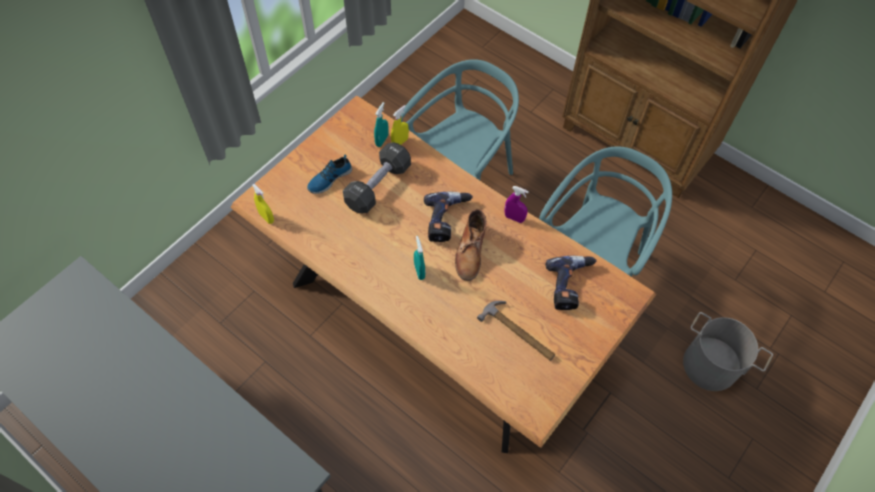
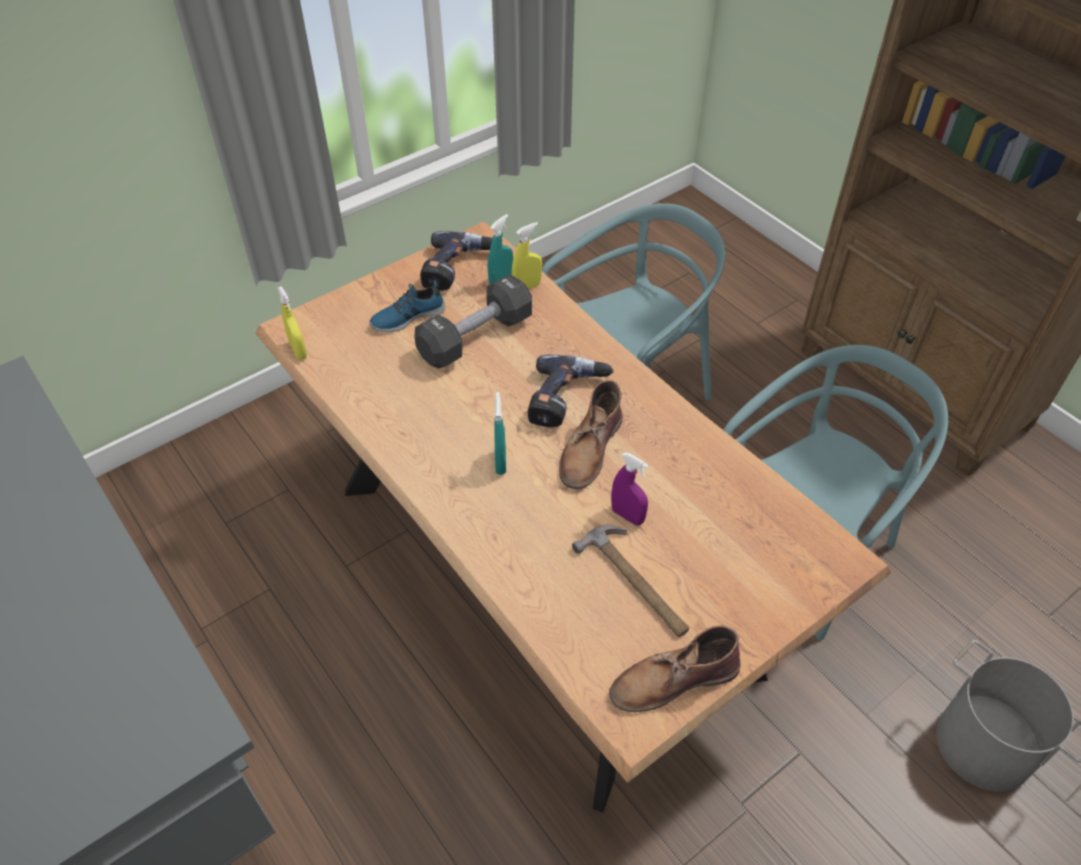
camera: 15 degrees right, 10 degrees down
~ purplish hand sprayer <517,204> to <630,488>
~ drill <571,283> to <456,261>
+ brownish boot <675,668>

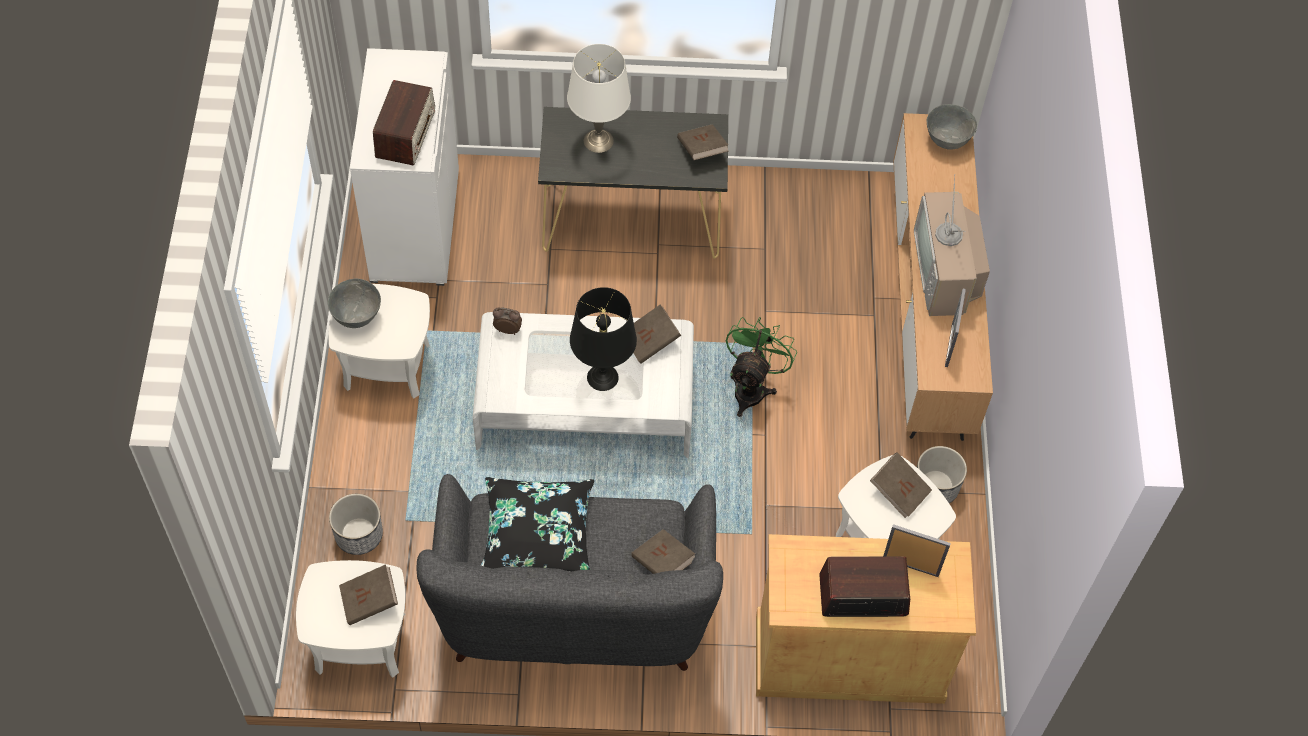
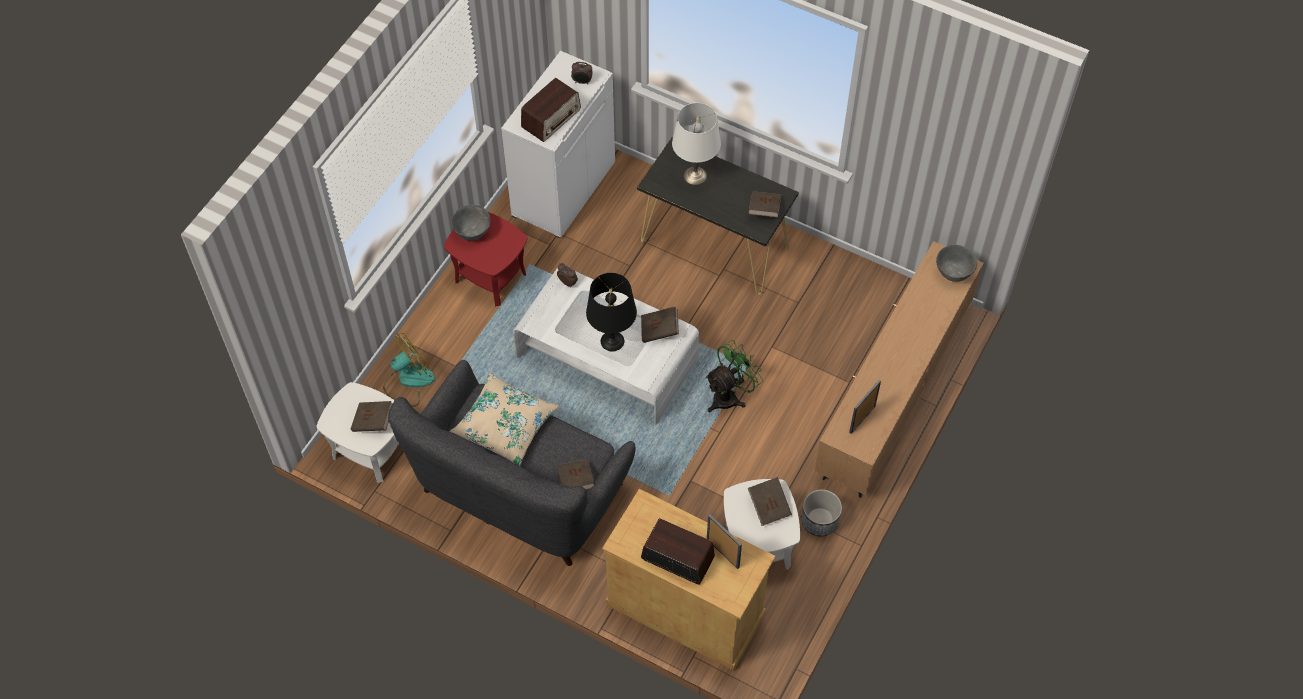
camera: 30 degrees right, 0 degrees up
- television <952,245>
~ white end table <379,341> to red-coloured end table <485,259>
~ blackish cushion <537,524> to beige cushion <504,419>
~ planter <356,524> to fan <409,369>
+ table clock <581,73>

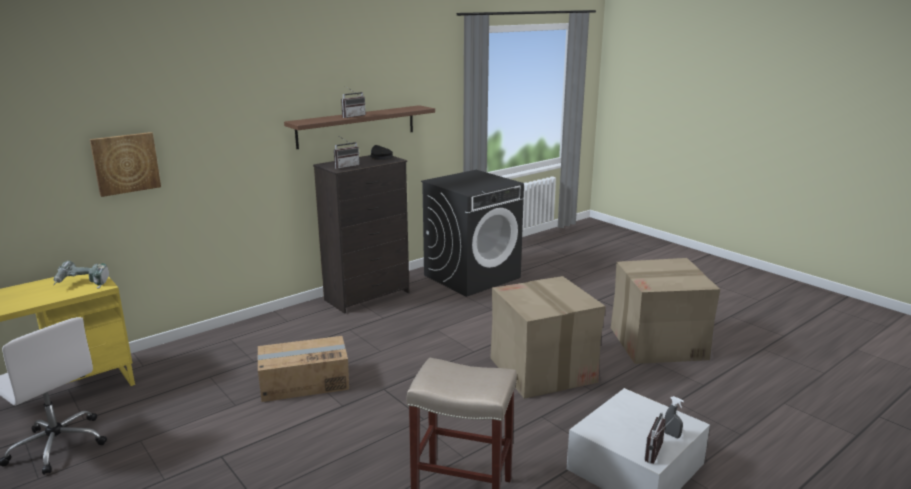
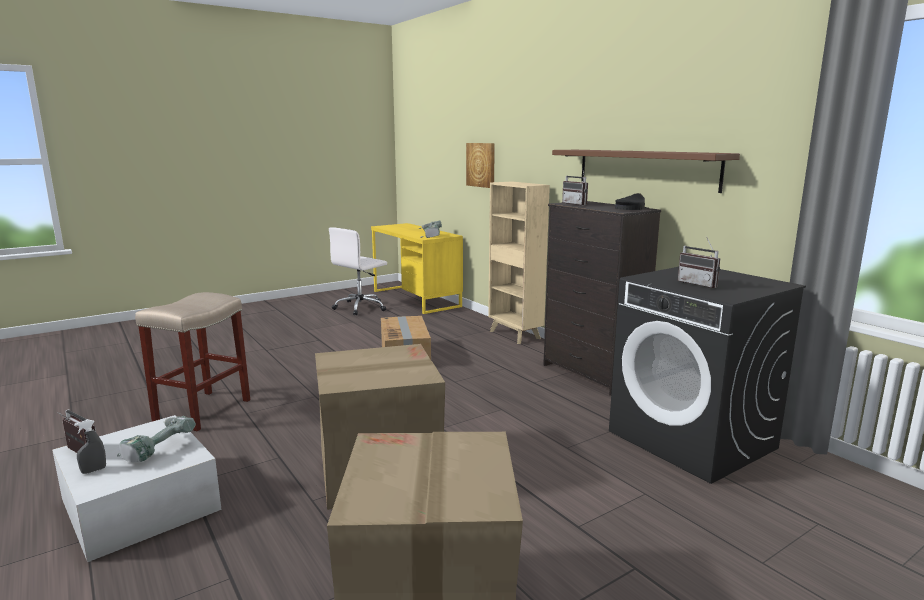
camera: 95 degrees right, 5 degrees down
~ radio <353,102> to <698,262>
+ beige bookshelf <519,262>
+ drill <156,439>

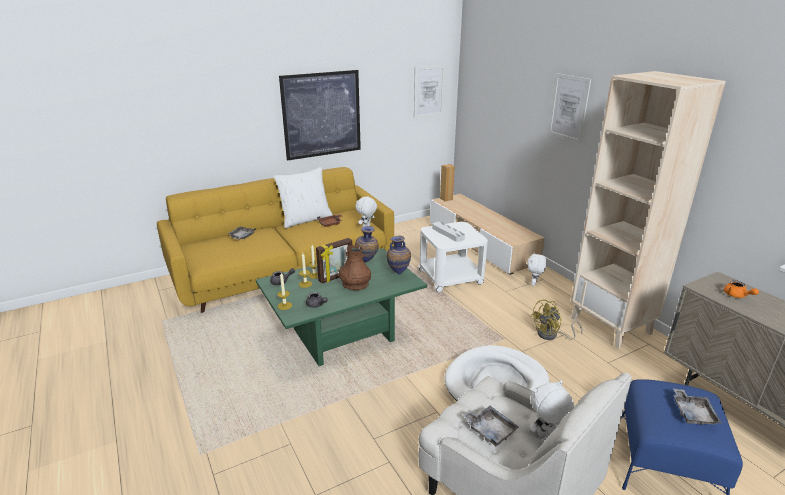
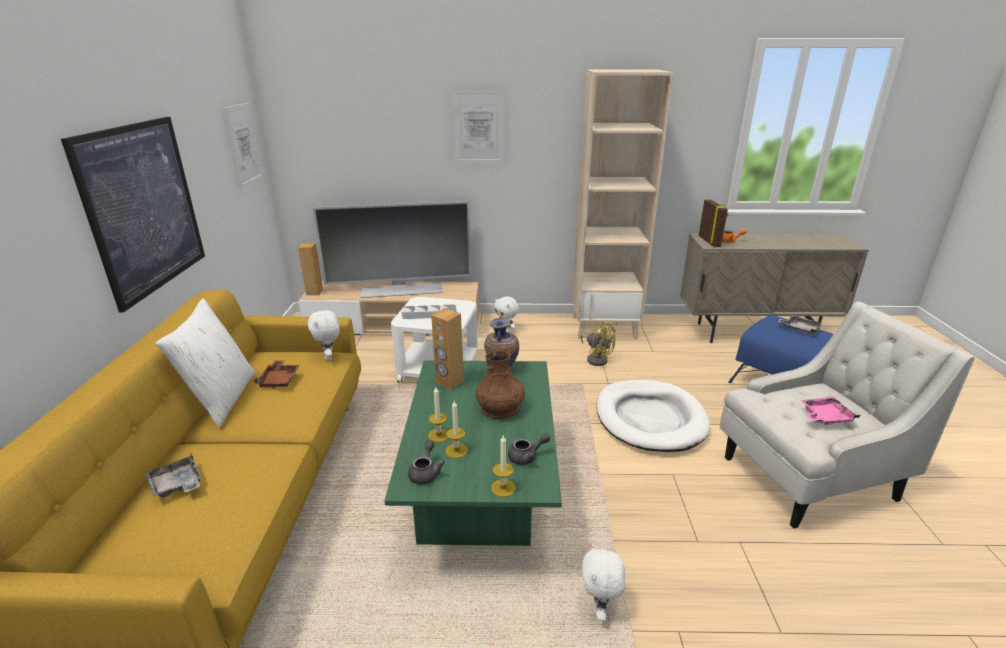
camera: 60 degrees left, 0 degrees up
~ decorative vase <367,244> to brownish loudspeaker <447,349>
~ picture frame <334,261> to <713,223>
~ yellowish fan <556,319> = <598,344> 45 degrees counterclockwise
~ white cuddly toy <552,408> to <603,582>
~ grey carrying tray <490,426> to pink-coloured carrying tray <830,411>
+ television <391,249>

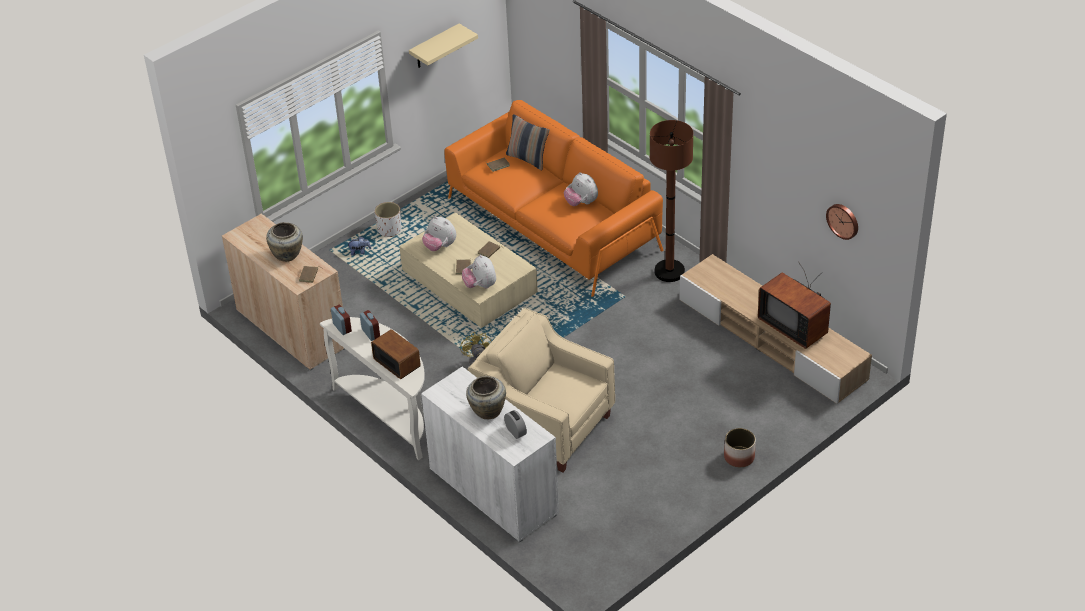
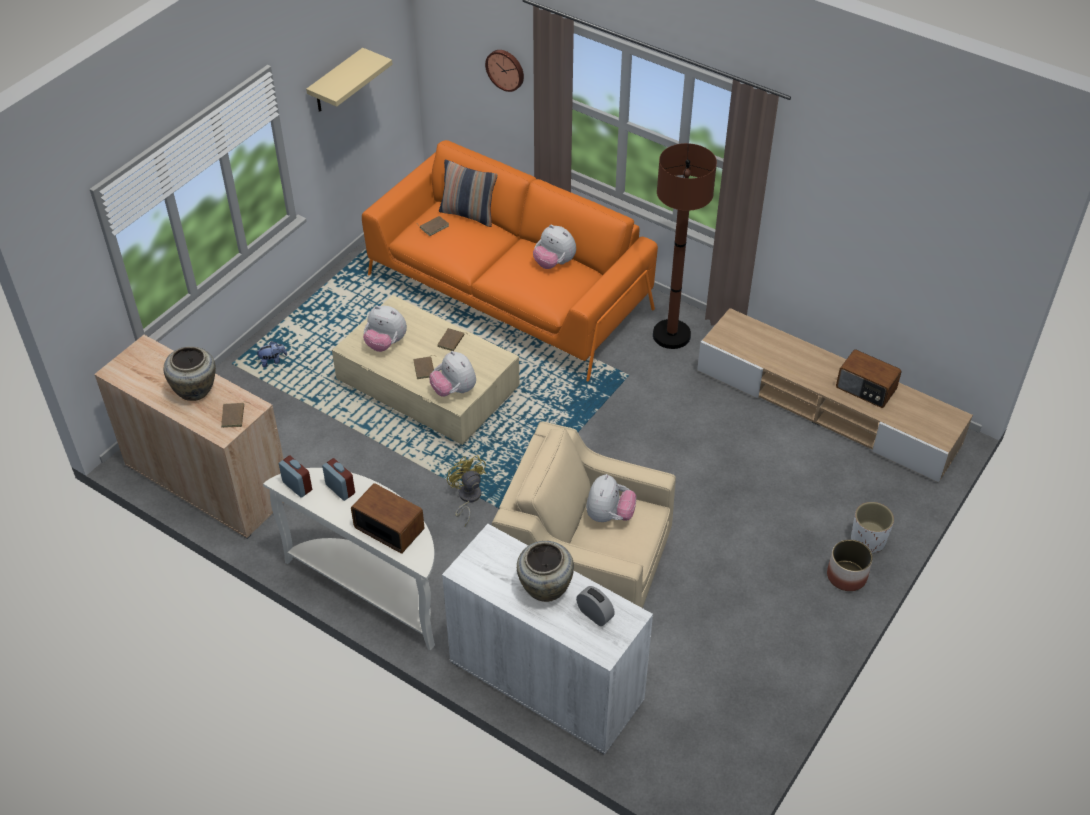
camera: 15 degrees left, 5 degrees up
~ white planter <388,219> to <872,527>
~ clock on the wall <842,222> to <504,71>
~ television <794,306> to radio <869,378>
+ cuddly toy <611,498>

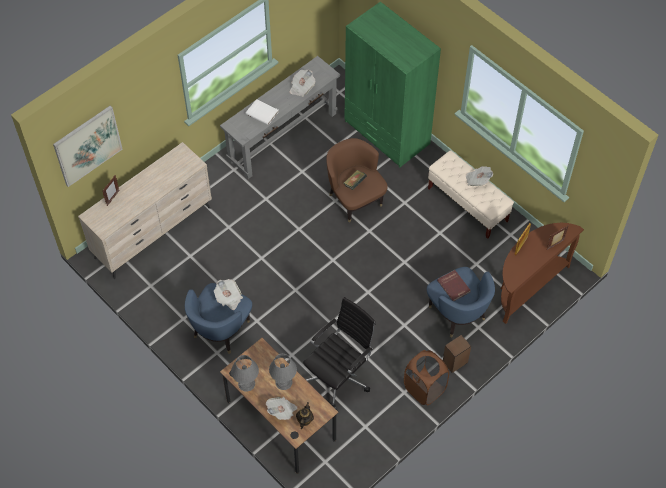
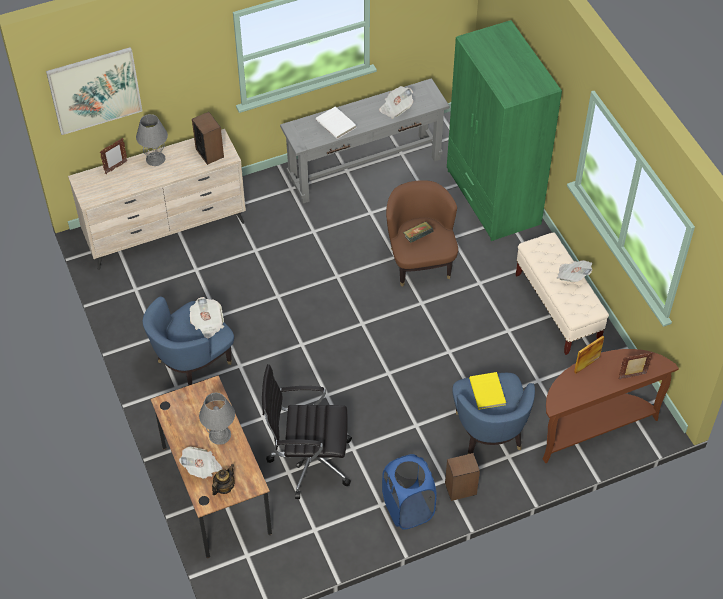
camera: 20 degrees right, 5 degrees down
~ red-coloured book <454,285> to yellowish book <487,391>
~ blackish desk chair <339,353> = <307,431> 150 degrees counterclockwise
~ brownish washing basket <426,377> to blue-coloured washing basket <409,492>
~ grey lamp for a table <245,373> to <152,140>
+ loudspeaker <208,138>

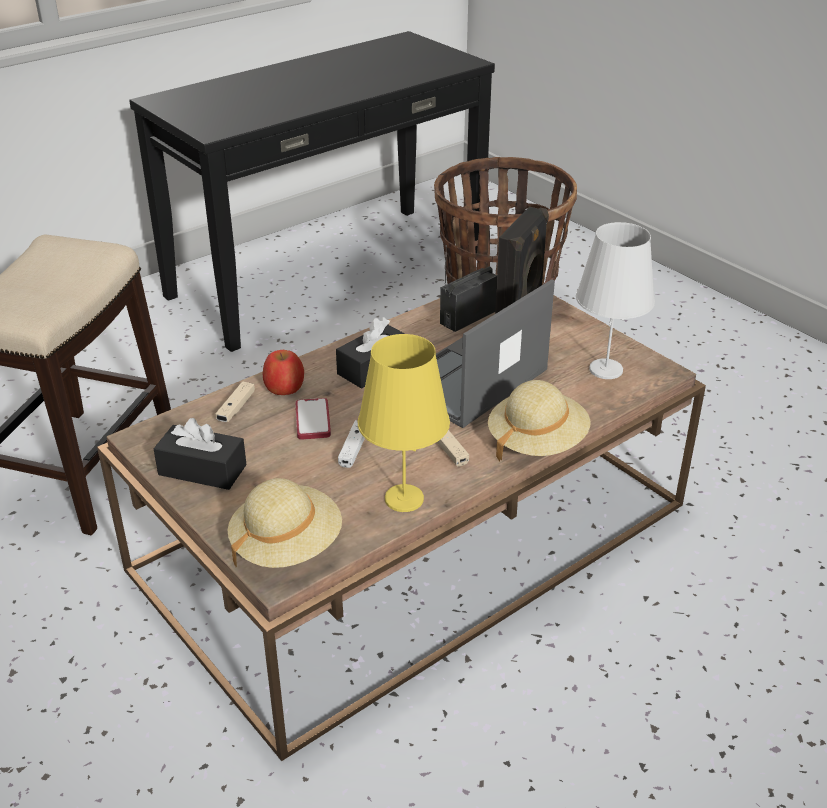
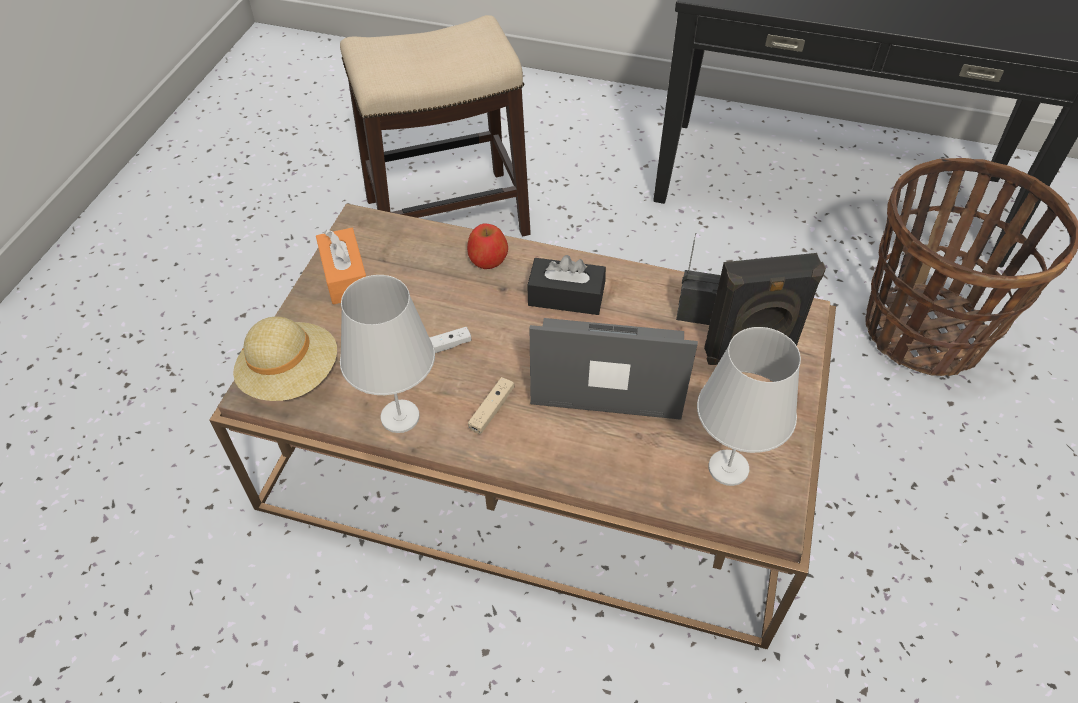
camera: 55 degrees right, 15 degrees up
~ yellowish lamp for a table <403,423> to white lamp for a table <387,354>
- beige wearable hat <539,420>
- beige gamepad <235,401>
- telephone <313,418>
~ blackish box of tissues <200,454> to orange box of tissues <341,266>

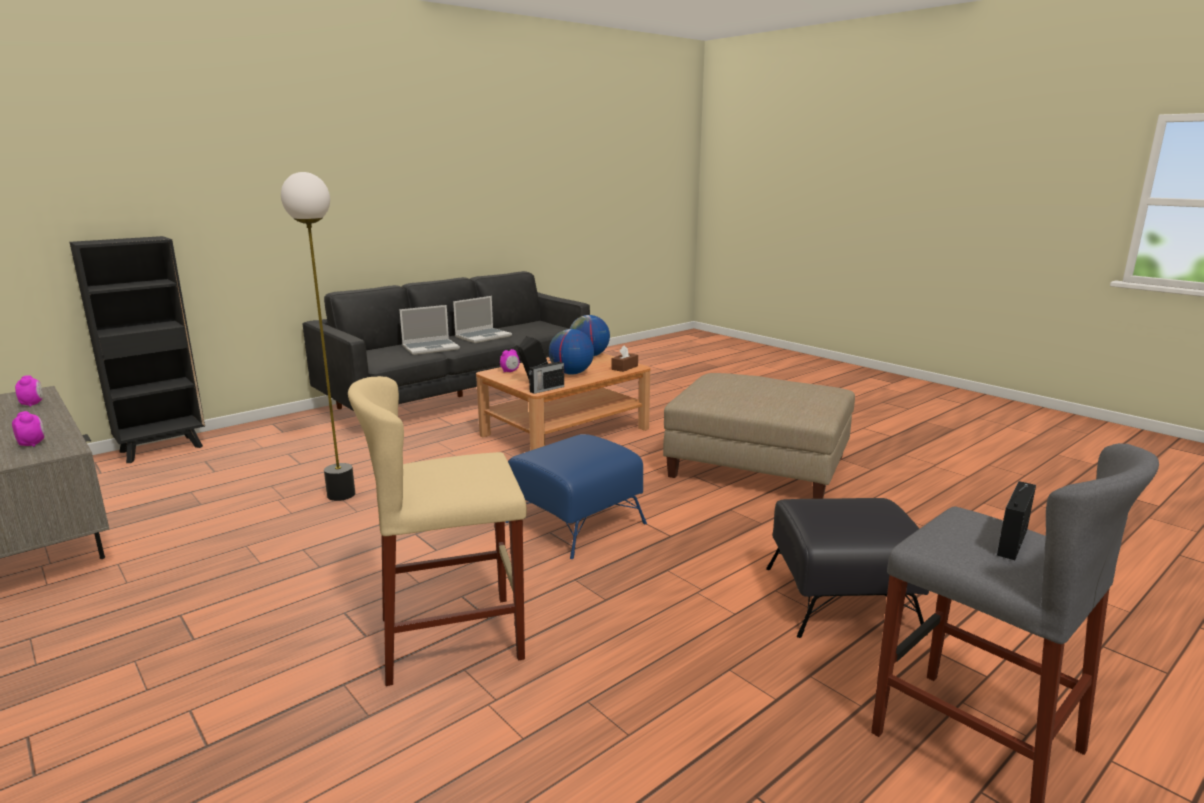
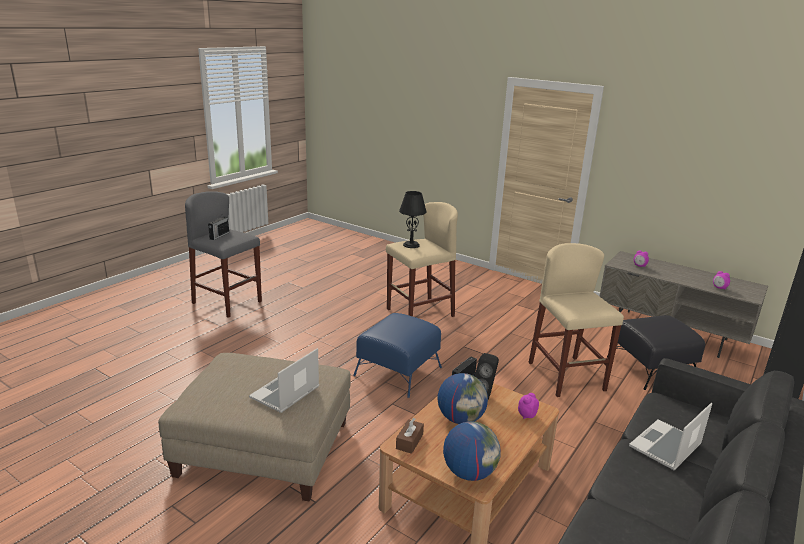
camera: 165 degrees right, 5 degrees up
~ standard lamp <318,336> to beige stool seat <576,320>
~ portable computer <482,319> to <284,380>
~ blackish pouffe <847,568> to <656,352>
+ blackish lamp for a table <412,219>

